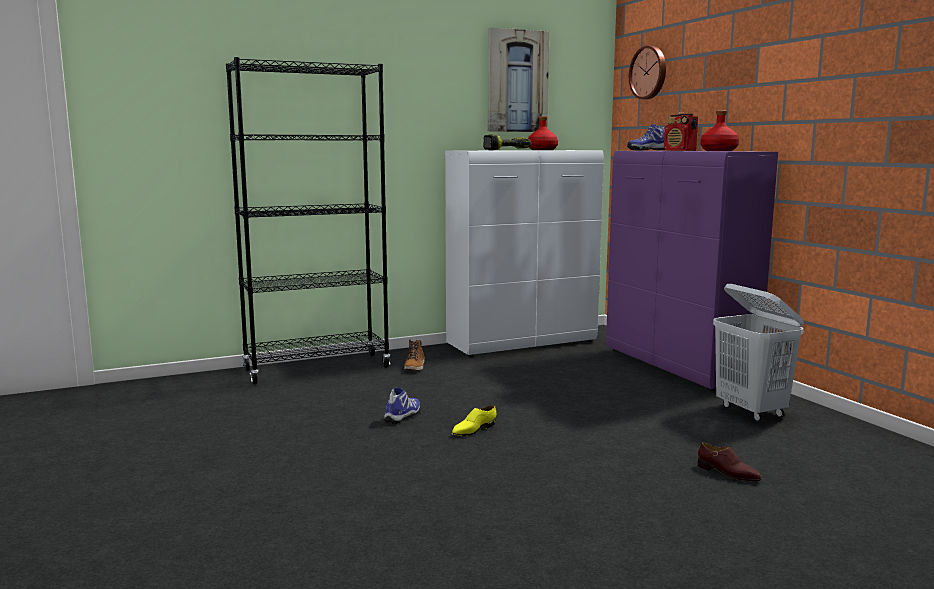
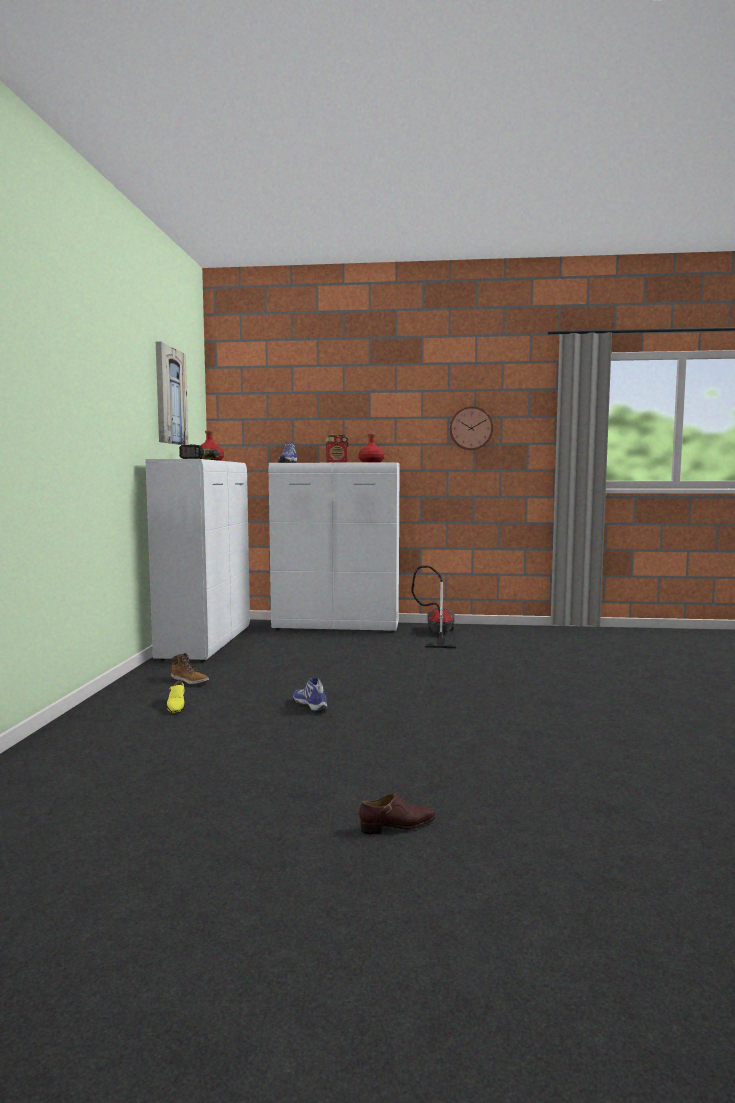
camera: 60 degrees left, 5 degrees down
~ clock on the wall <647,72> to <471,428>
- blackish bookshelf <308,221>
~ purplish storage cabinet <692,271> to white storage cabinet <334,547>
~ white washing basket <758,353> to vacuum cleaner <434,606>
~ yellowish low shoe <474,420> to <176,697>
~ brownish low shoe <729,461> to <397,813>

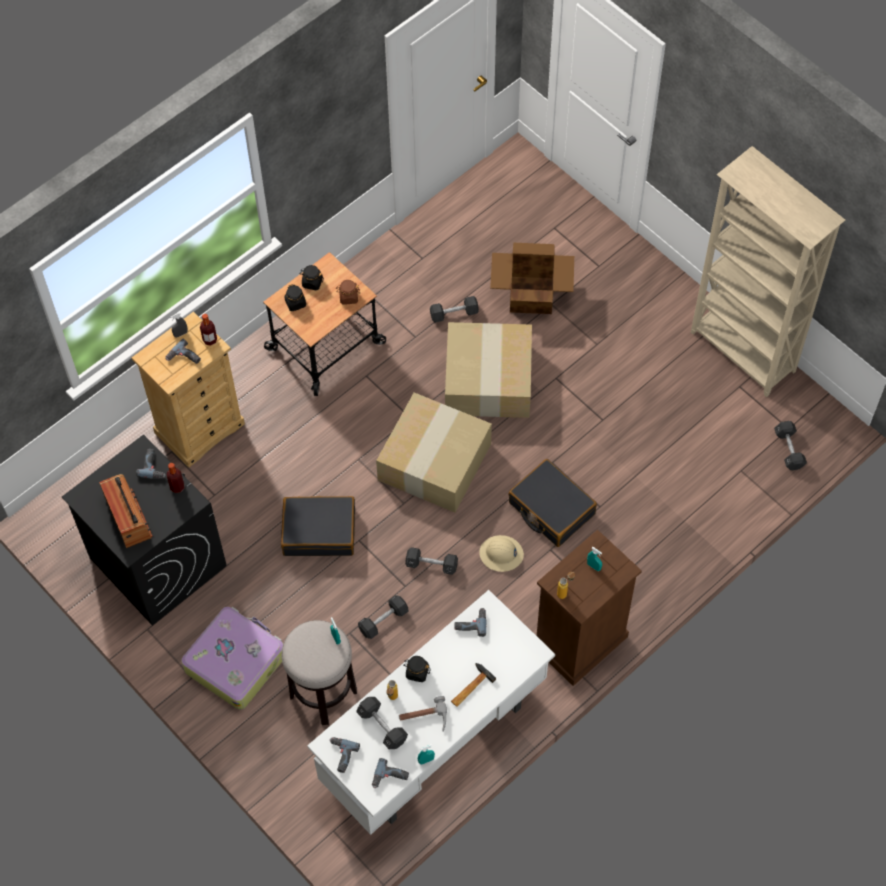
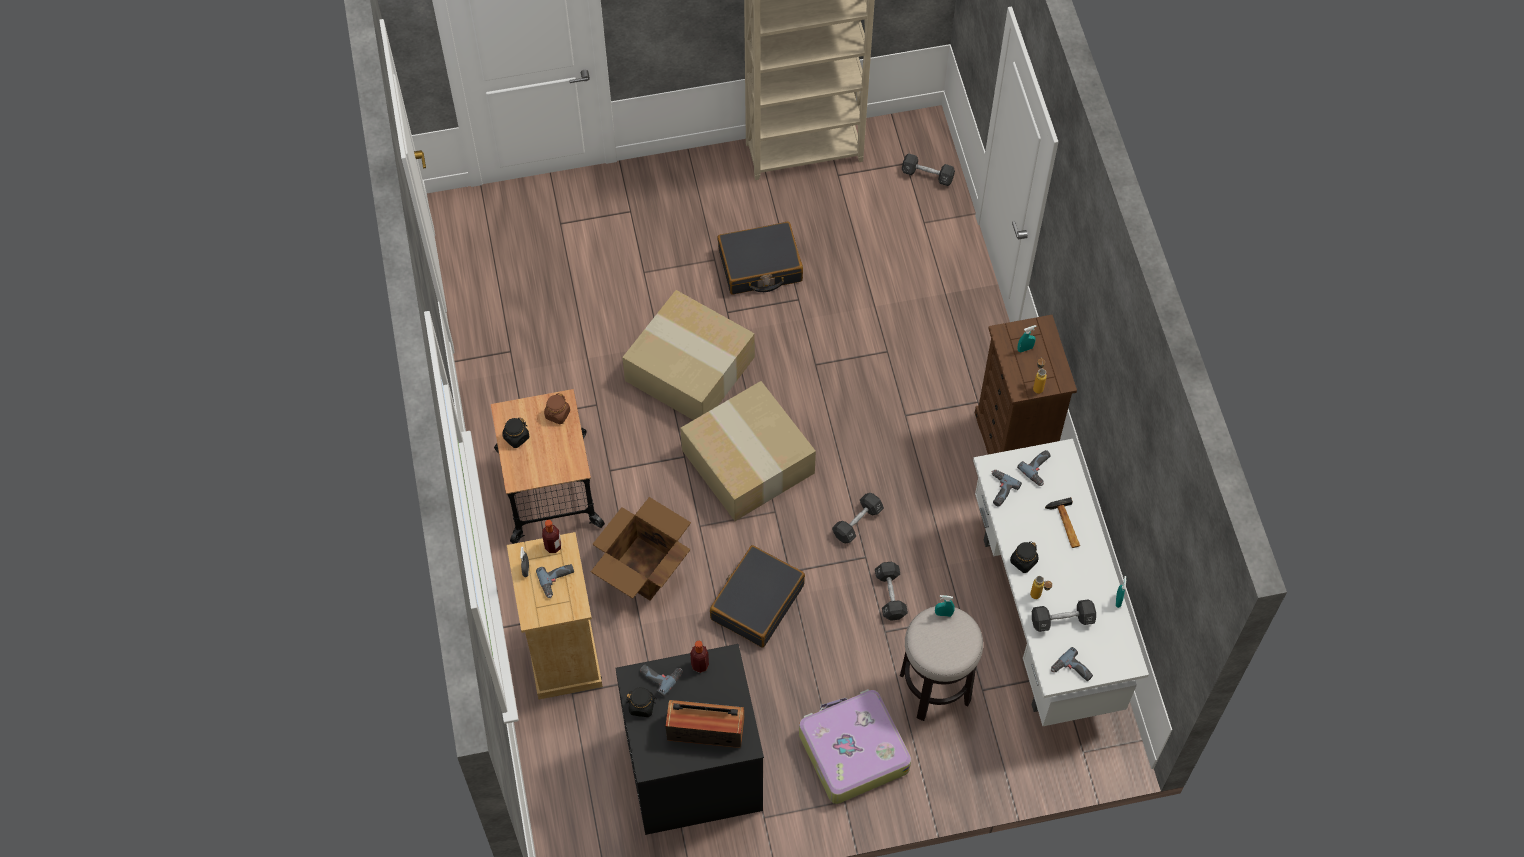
camera: 60 degrees left, 0 degrees up
~ carton <532,278> to <641,549>
~ blackish jar <295,297> to <641,702>
- blackish dumbbell <454,309>
~ blackish piece of luggage <552,503> to <760,258>
- beige hard hat <501,553>
- hand hammer <423,713>
~ drill <390,773> to <1034,468>

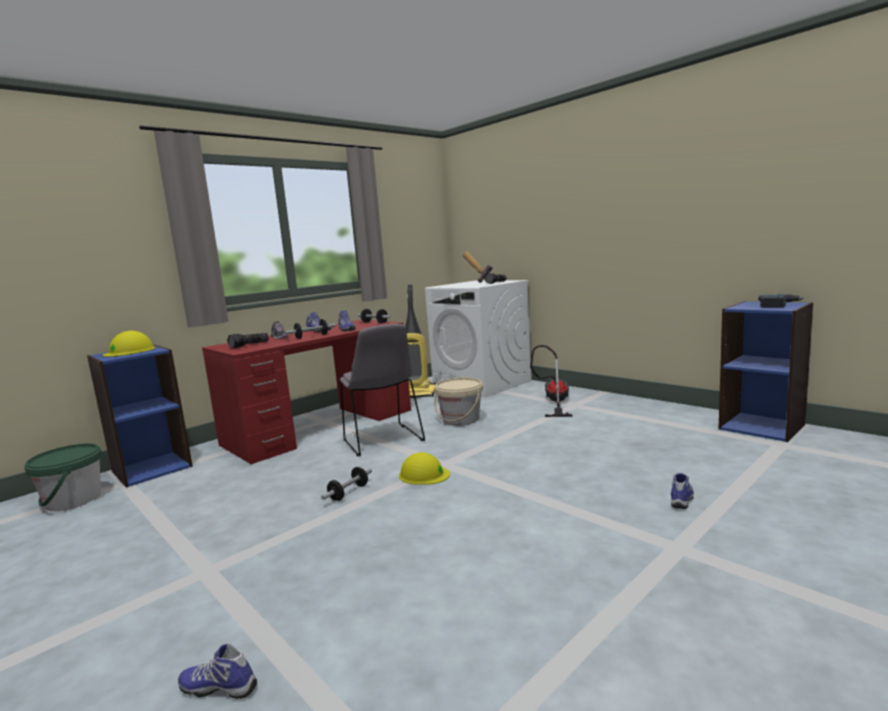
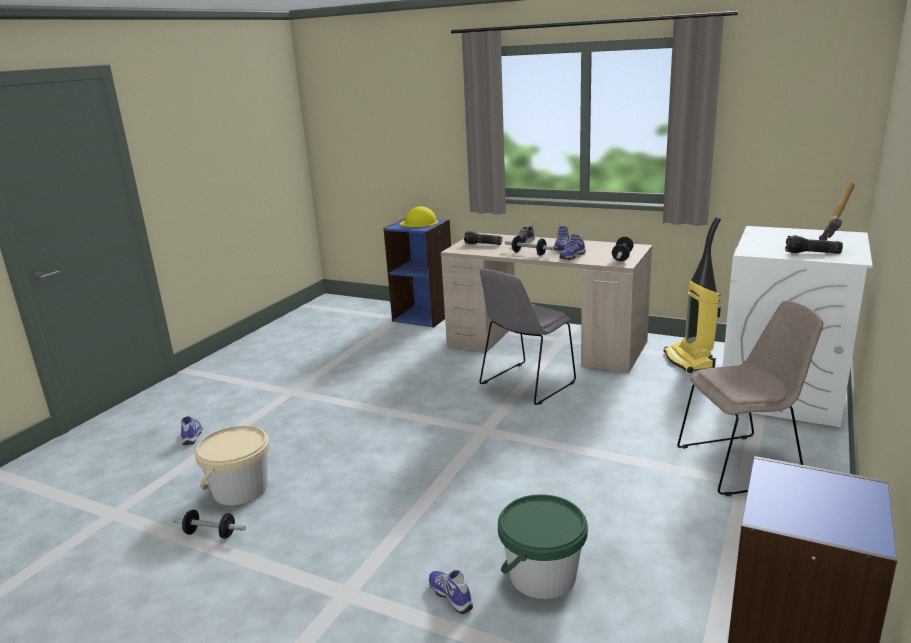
camera: 70 degrees right, 10 degrees up
- drill <781,301>
~ red-coloured desk unit <306,392> to beige desk unit <546,303>
~ vacuum cleaner <551,381> to beige plain chair <750,398>
~ beige water bucket <458,402> to <232,465>
~ greenish water bucket <63,477> to <543,546>
- yellowish hard hat <424,468>
~ dumbbell <346,484> to <209,524>
~ low shoe <682,491> = <451,592> 135 degrees counterclockwise

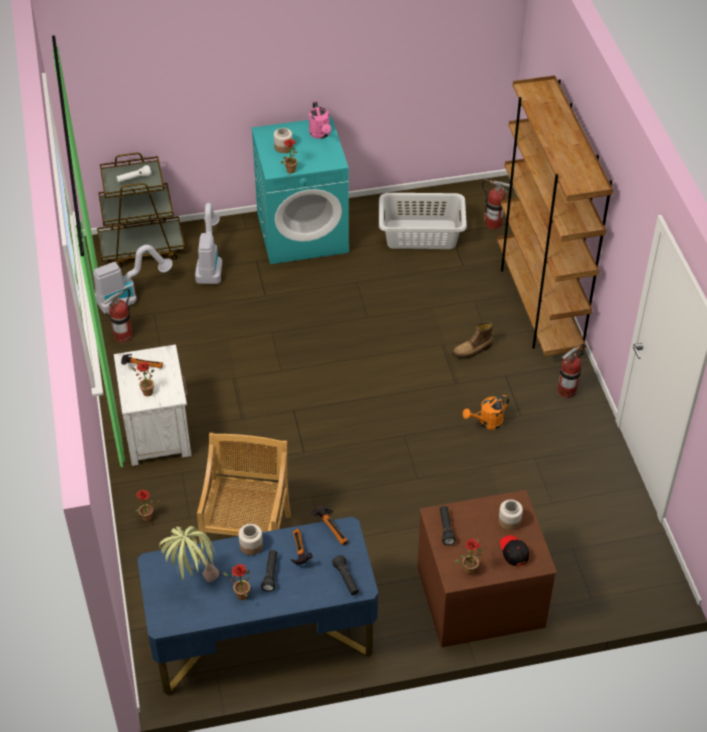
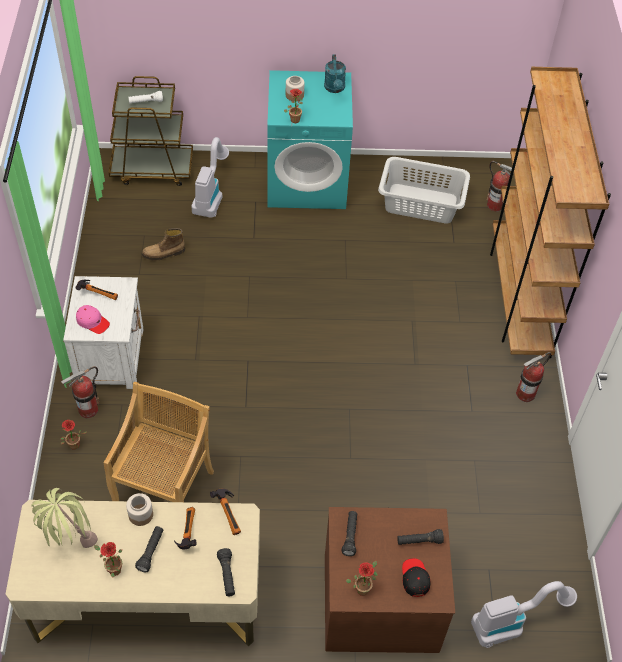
camera: 10 degrees right, 5 degrees up
~ pink-coloured sprinkling can <320,120> to blue-green sprinkling can <335,73>
~ vacuum cleaner <133,280> to <524,614>
~ extinguisher <117,315> to <80,392>
~ boot <472,340> to <163,244>
~ potted plant <143,379> to pink-coloured peaked cap <93,319>
- orange sprinkling can <486,412>
~ jar <510,515> to blackish hand torch <420,537>
~ blue-coloured desk unit <257,605> to beige desk unit <133,573>

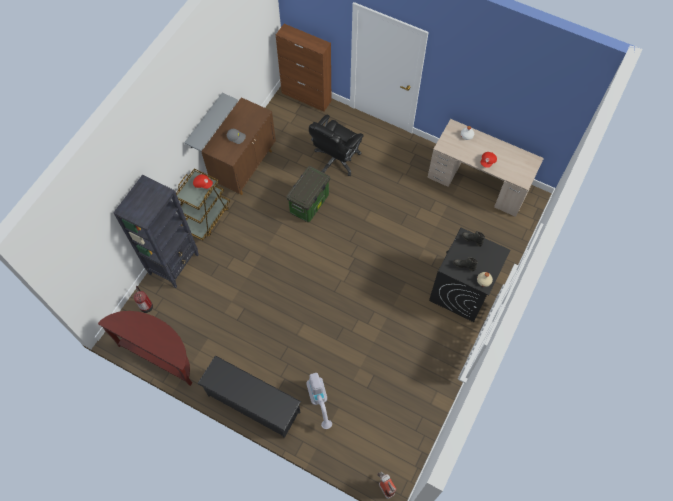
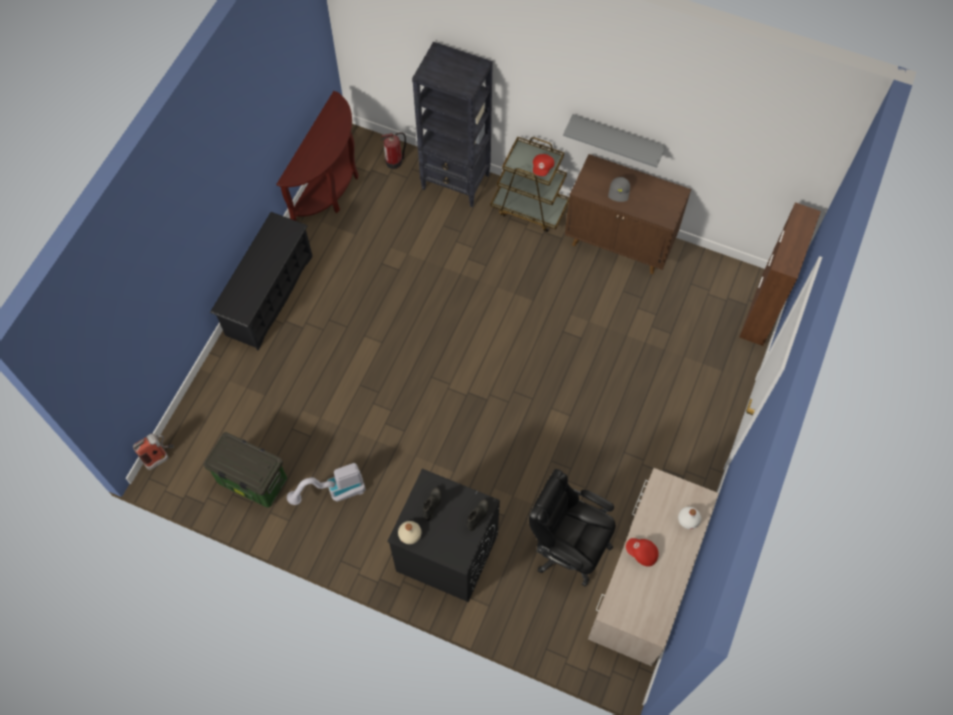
camera: 85 degrees right, 0 degrees up
~ blackish desk chair <336,145> to <572,528>
~ storage container <308,194> to <245,470>
~ vacuum cleaner <319,401> to <326,484>

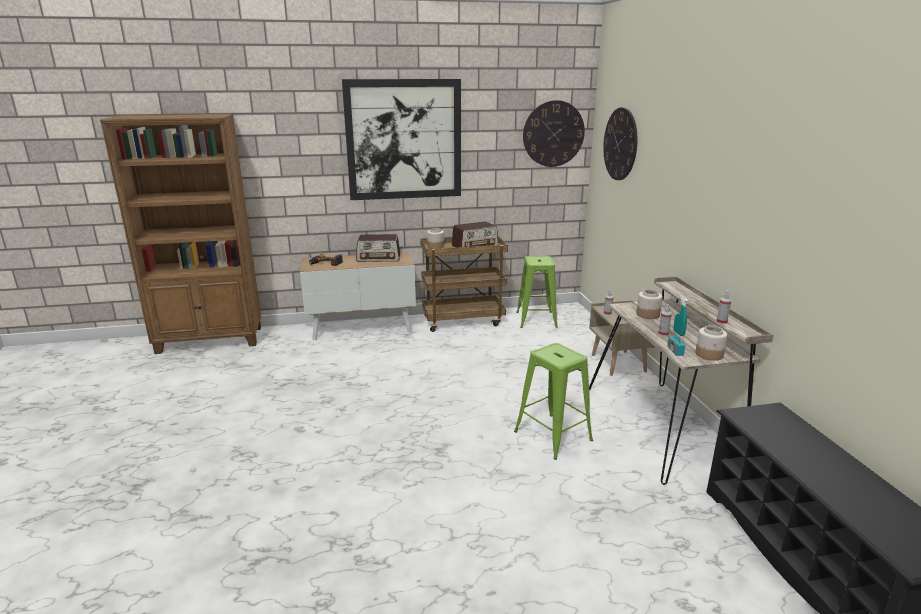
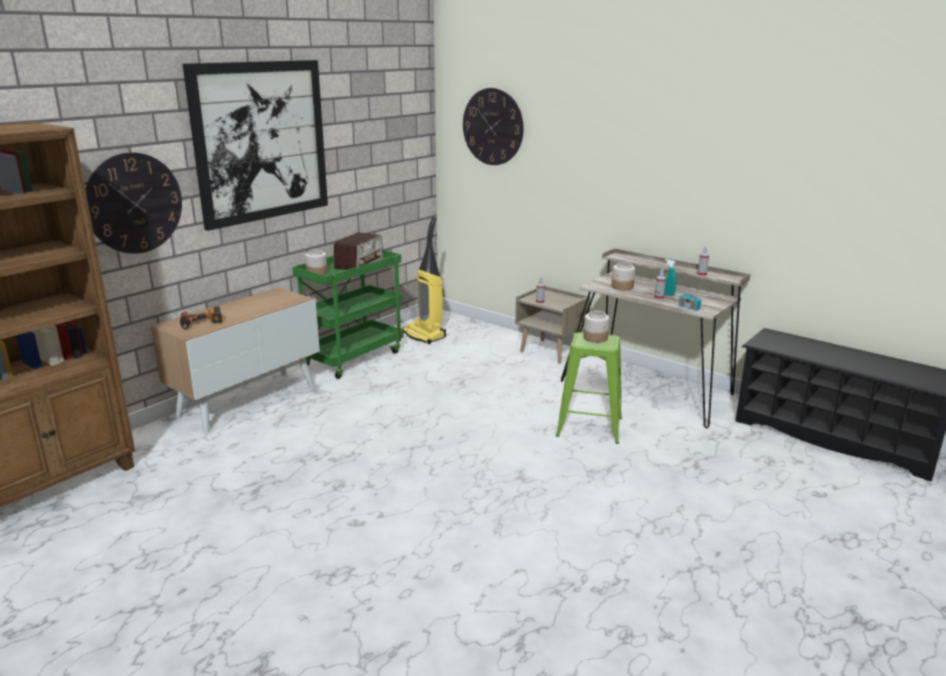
camera: 40 degrees left, 0 degrees up
~ clock on the wall <554,133> to <133,203>
- radio <378,248>
~ brownish wheeled cart <464,283> to greenish wheeled cart <348,314>
~ greenish stool seat <537,292> to vacuum cleaner <424,280>
~ jar <711,343> to <596,327>

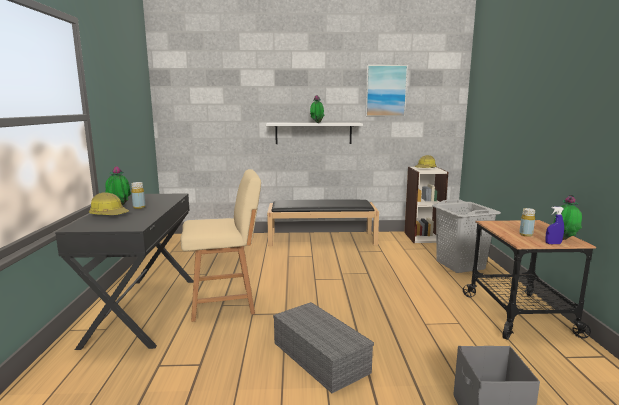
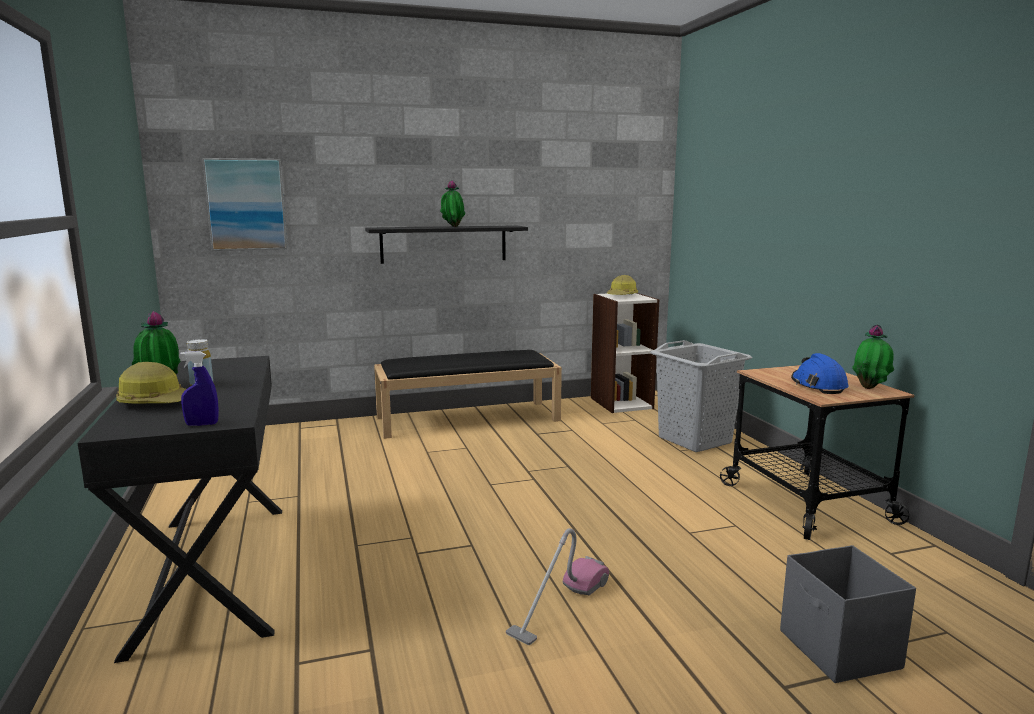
camera: 15 degrees left, 0 degrees up
~ wall picture <387,90> to <244,204>
~ white bracket shelf <314,133> to blackish bracket shelf <446,244>
- beige plain chair <221,245>
~ blue-coloured hand sprayer <554,225> to <199,388>
~ yellowish drink bottle <527,222> to blue-coloured hard hat <819,373>
~ grey storage container <323,347> to vacuum cleaner <557,586>

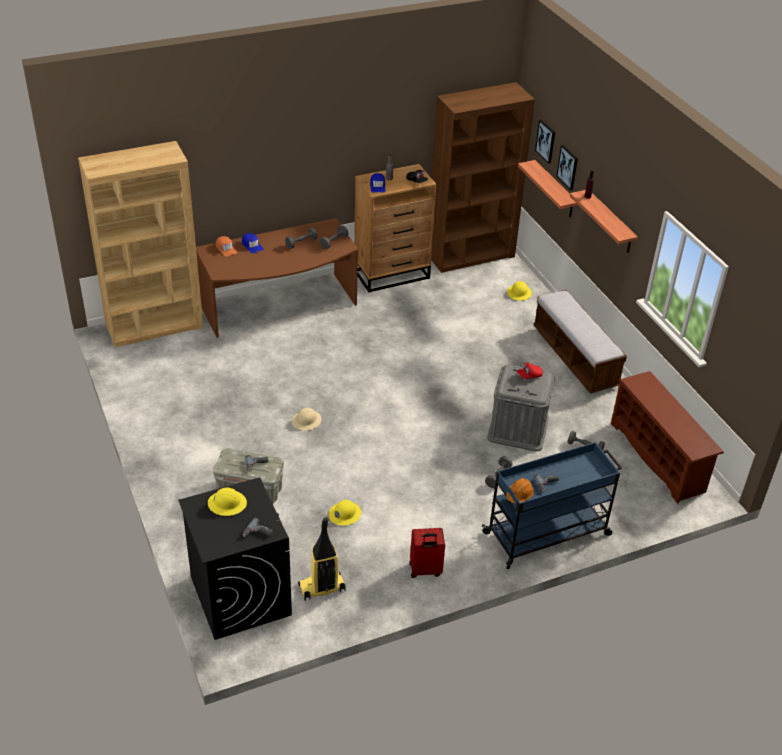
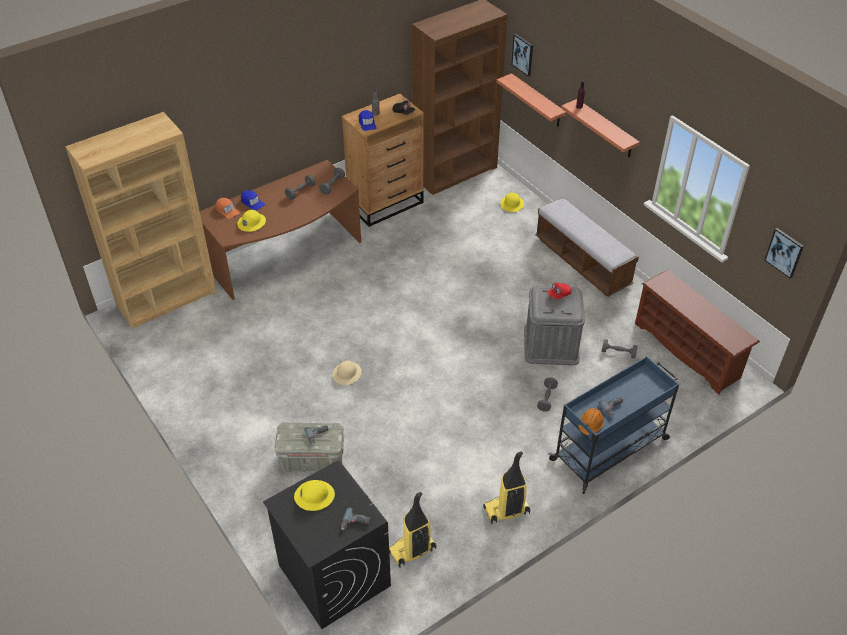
camera: 10 degrees left, 5 degrees up
~ wall picture <567,167> to <784,253>
~ yellowish hard hat <345,513> to <251,221>
~ red-coloured piece of luggage <427,553> to vacuum cleaner <506,487>

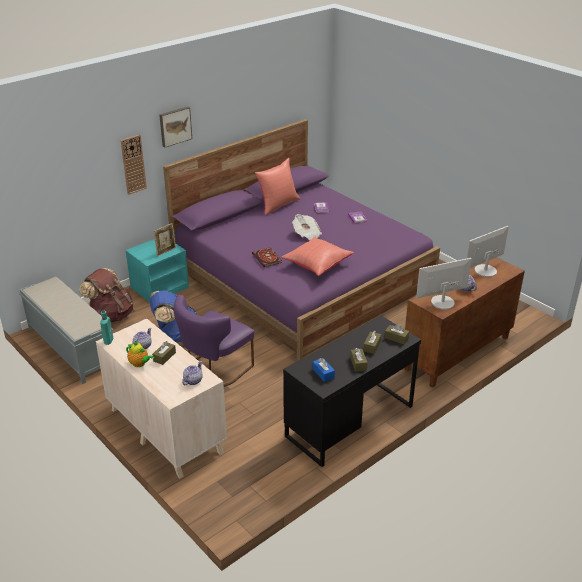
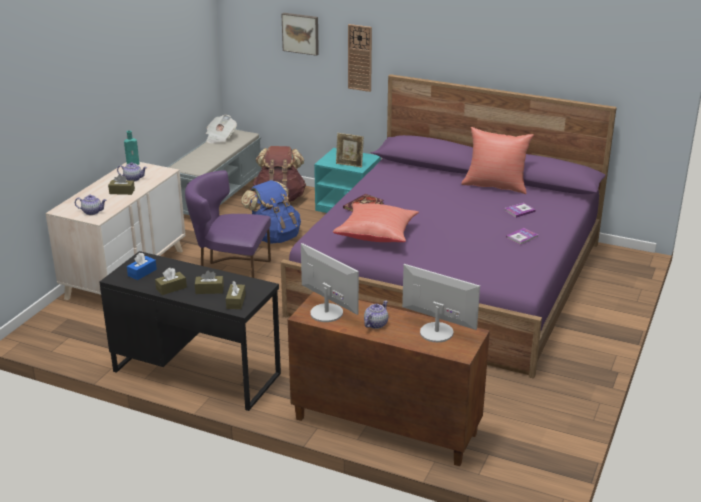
camera: 65 degrees right, 5 degrees down
~ wall picture <175,126> to <300,34>
~ printed paper <307,227> to <221,129>
- pot for tea <140,354>

